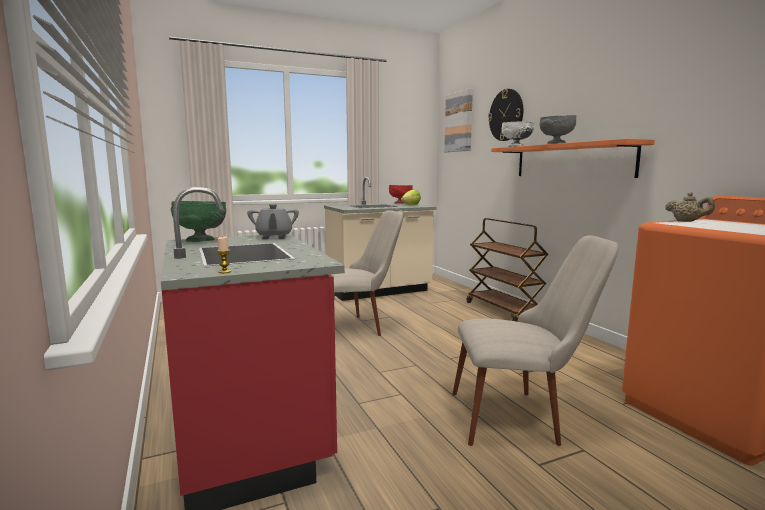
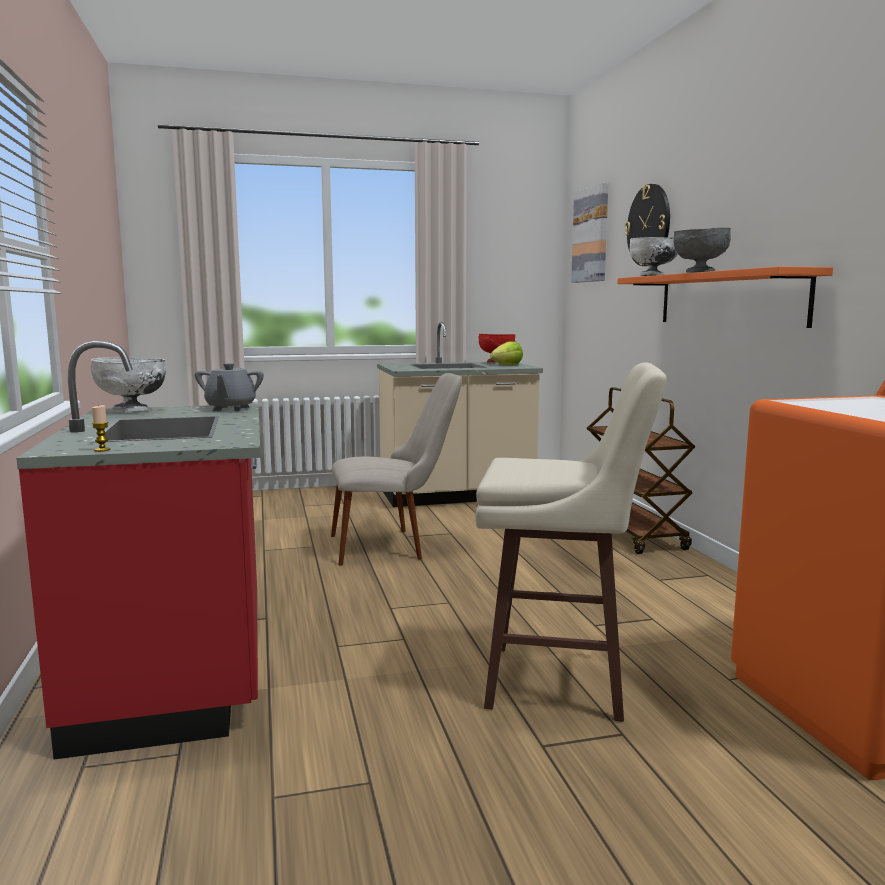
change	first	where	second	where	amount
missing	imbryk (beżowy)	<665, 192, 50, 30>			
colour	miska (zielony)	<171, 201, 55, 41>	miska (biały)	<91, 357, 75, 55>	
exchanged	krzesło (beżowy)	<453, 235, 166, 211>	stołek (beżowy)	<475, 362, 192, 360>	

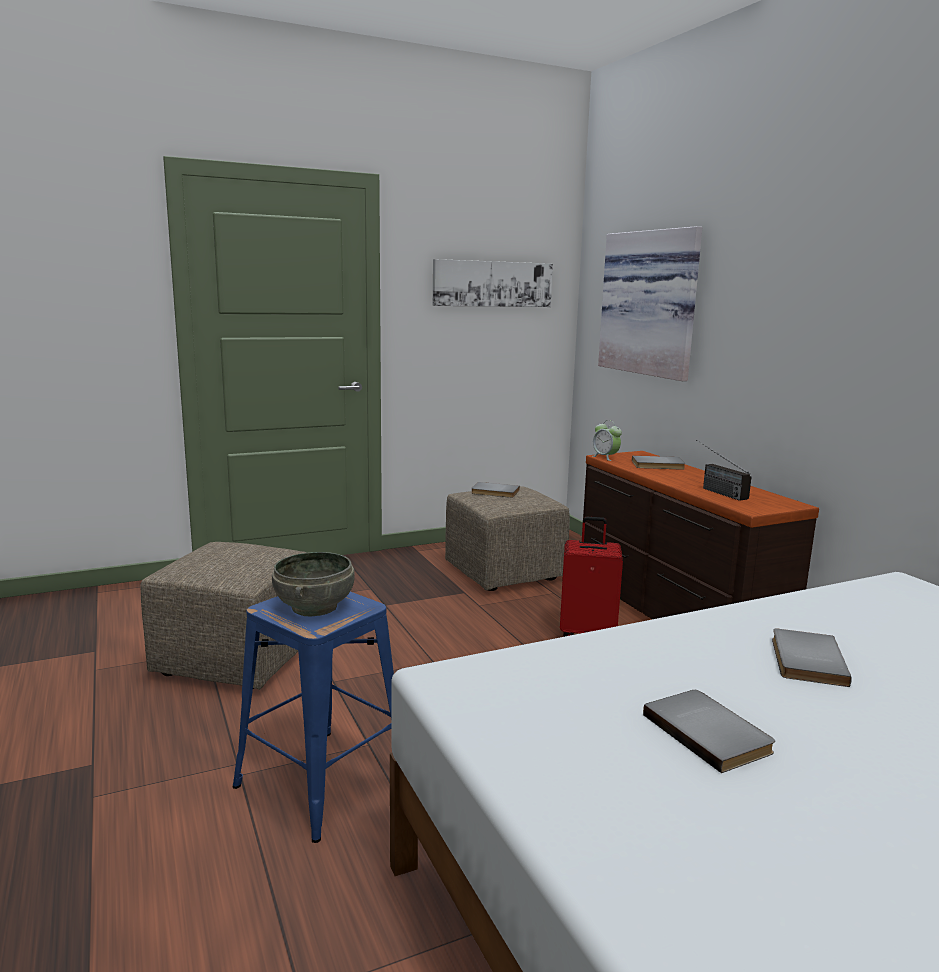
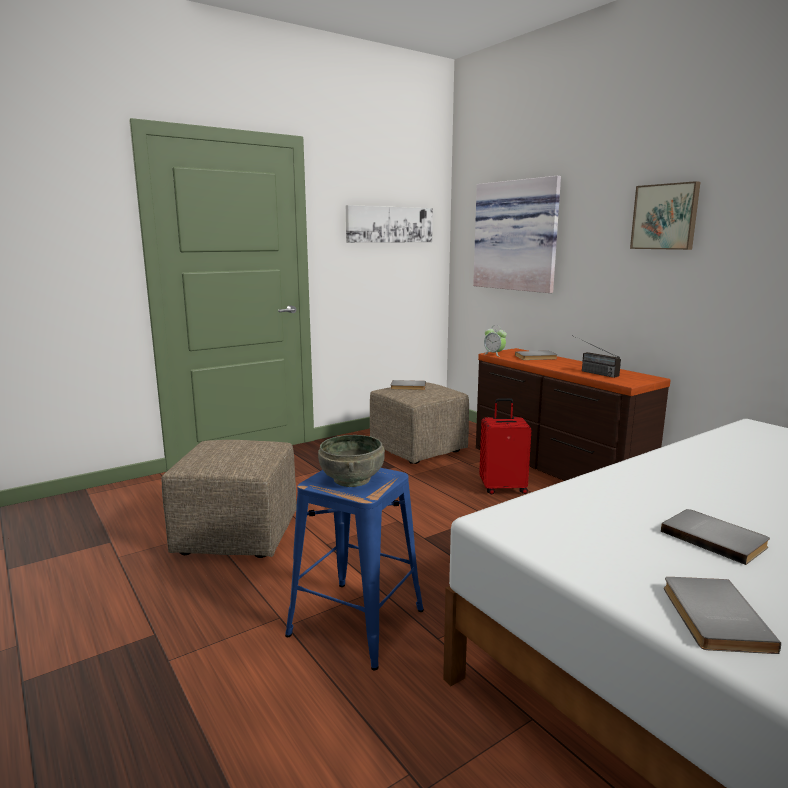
change	first	where	second	where	amount
relocated	książka (szary)	<772, 628, 80, 59>		<664, 577, 117, 77>	
appeared			obraz	<630, 181, 70, 69>	

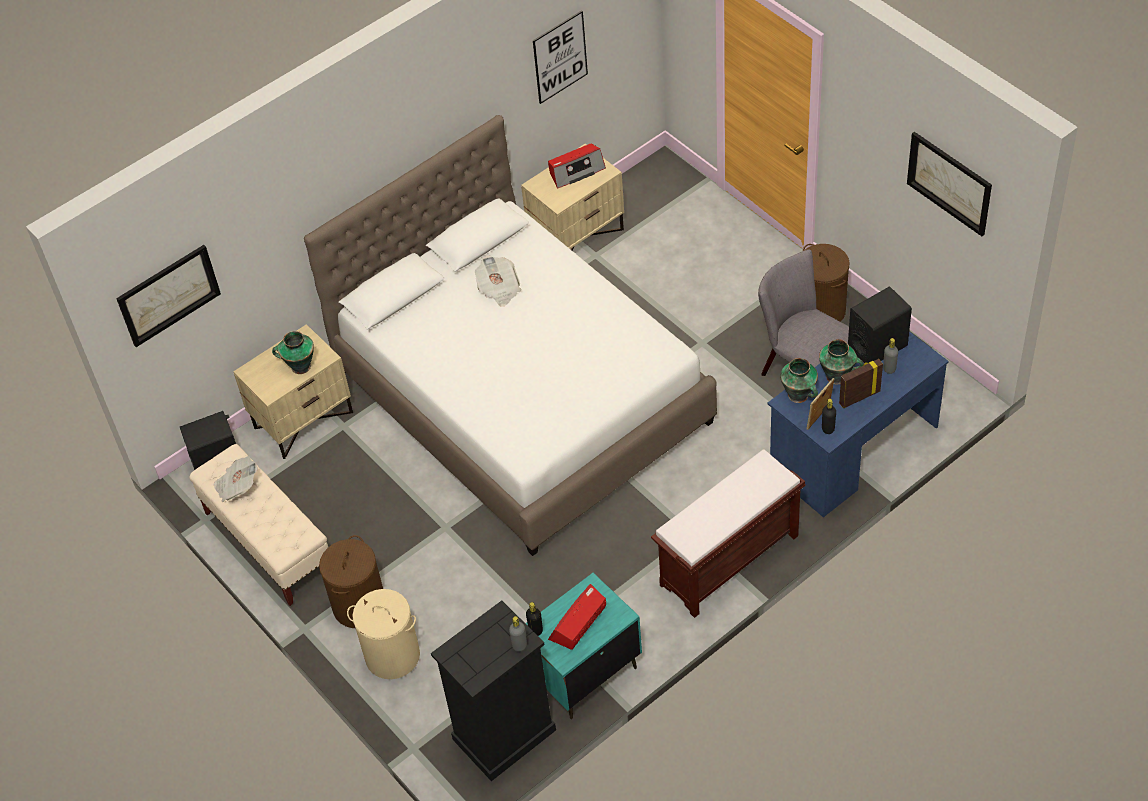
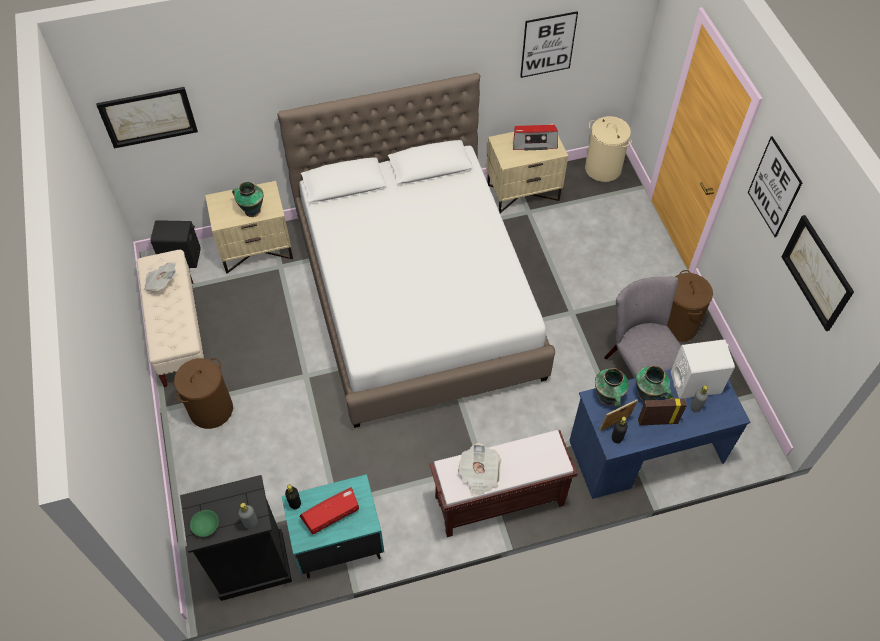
change	first	where	second	where	amount
relocated	gazeta	<475, 255, 46, 52>		<458, 443, 43, 54>	
colour	głośnik (czarny)	<848, 287, 64, 76>	głośnik (biały)	<671, 339, 64, 60>	
relocated	kosz na pranie (beżowy)	<347, 589, 73, 90>		<585, 116, 47, 66>	
appeared			obraz	<748, 136, 55, 101>	
appeared			miska (zielony)	<190, 510, 29, 27>	

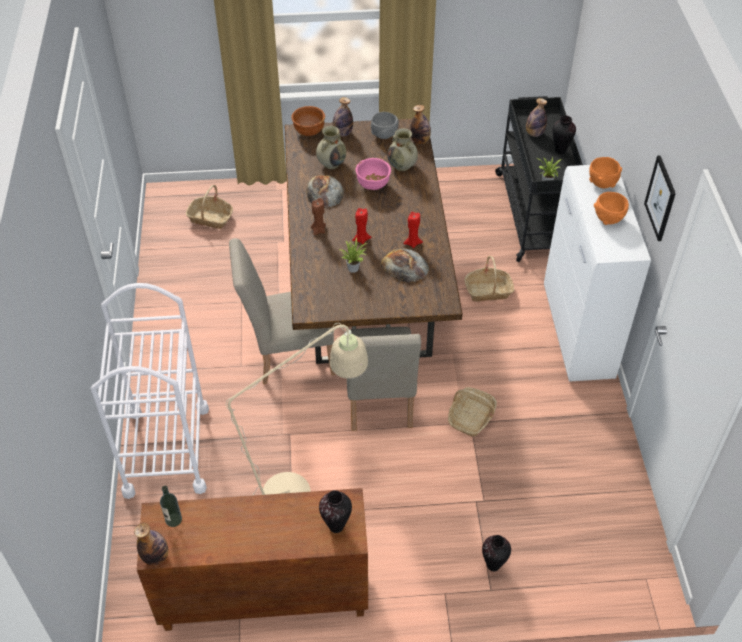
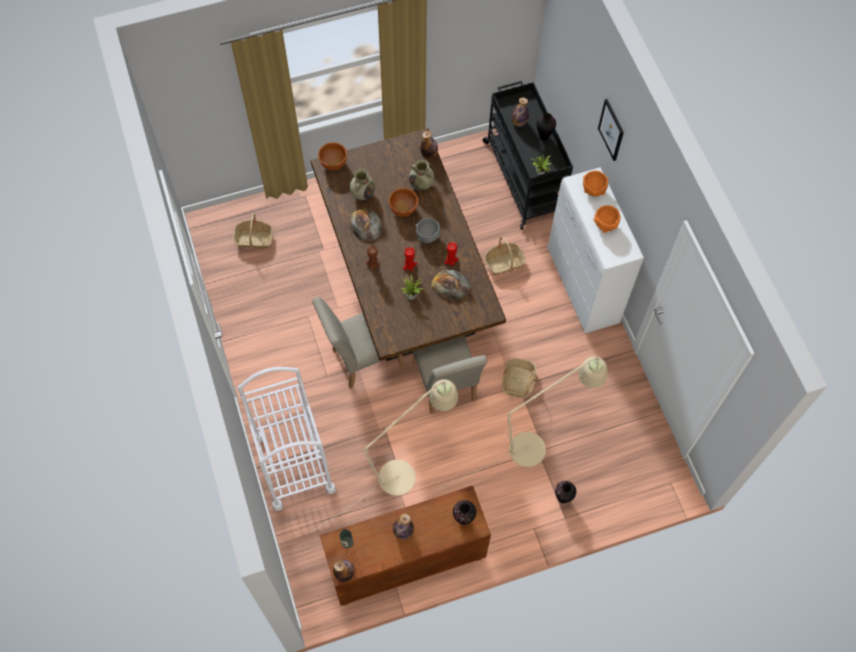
change	first	where	second	where	amount
relocated	butelka	<333, 97, 20, 39>		<393, 514, 21, 26>	
relocated	miska (szary)	<371, 112, 28, 27>		<416, 218, 24, 25>	
relocated	obraz	<644, 156, 32, 85>		<598, 99, 26, 62>	
colour	miska (różowy)	<355, 158, 36, 32>	miska (brązowy)	<388, 188, 30, 29>	
appeared			lampa stojąca (beżowy)	<437, 356, 171, 134>	

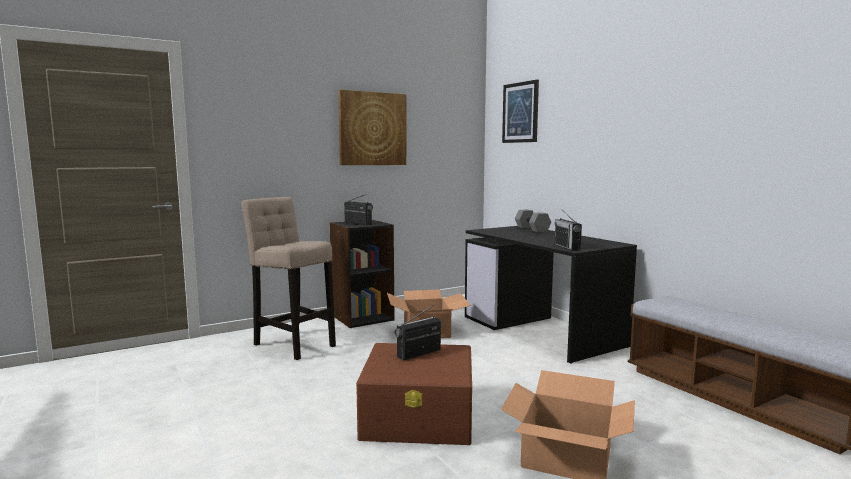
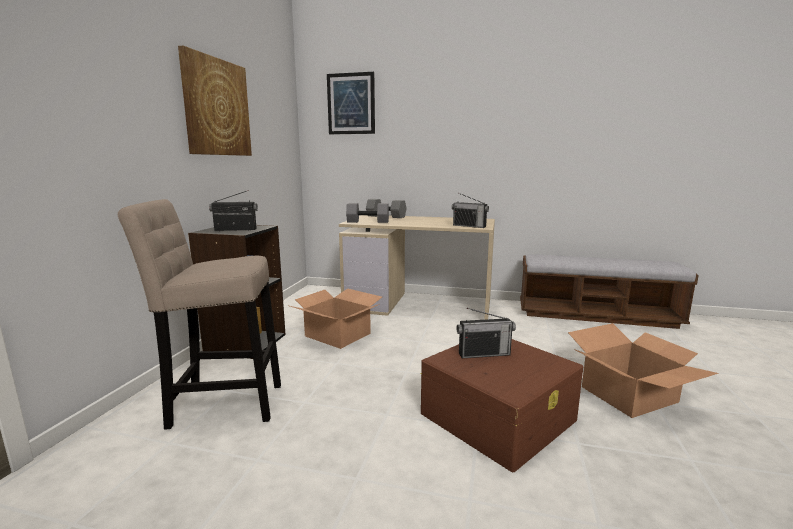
change	first	where	second	where	amount
colour	biurko (czarny)	<465, 226, 172, 137>	biurko (beżowy)	<339, 215, 156, 105>	
spun	radio	<394, 306, 48, 54>		<456, 308, 60, 50>	105 degrees counterclockwise
appeared			hantel (szary)	<346, 203, 43, 20>	

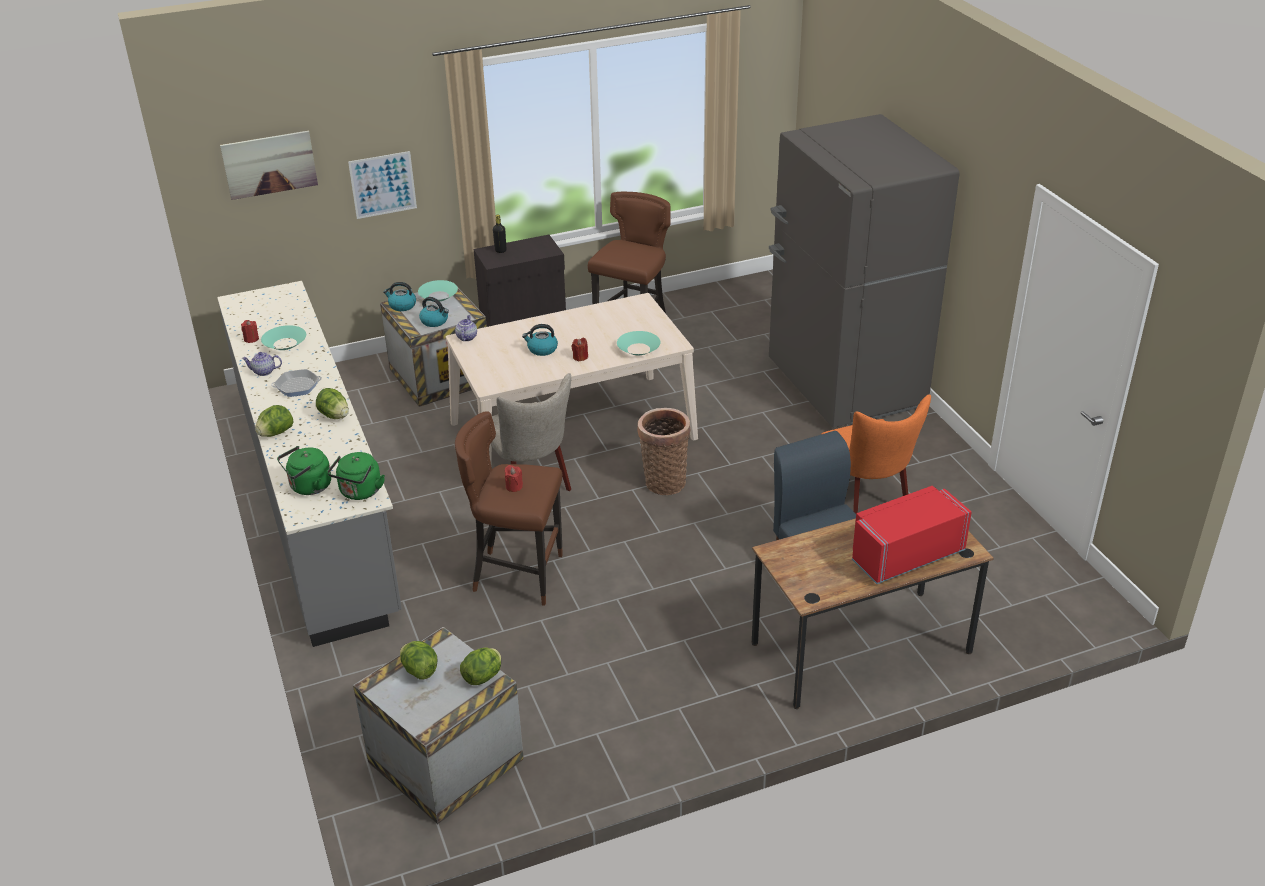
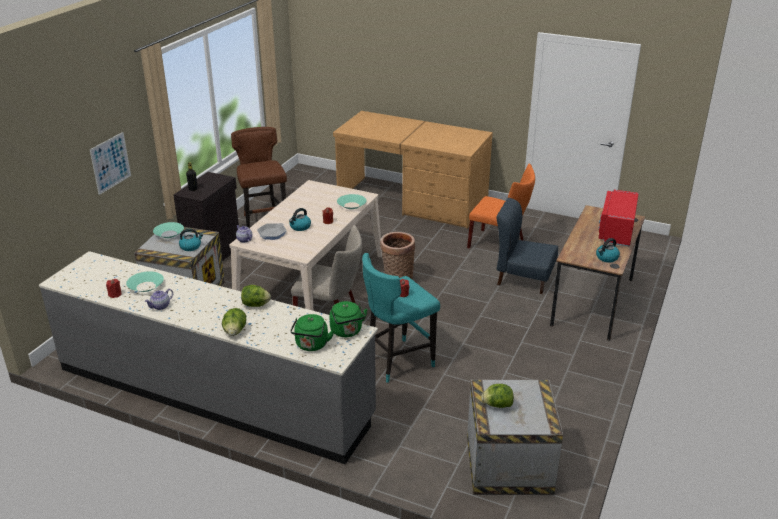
change	first	where	second	where	amount
exchanged	lodówka (szary)	<769, 114, 190, 314>	biurko (brązowy)	<333, 111, 160, 118>	
missing	obraz	<220, 131, 98, 69>			
relocated	czajnik	<383, 282, 33, 29>		<596, 238, 24, 24>	
relocated	patelnia	<271, 369, 51, 28>		<257, 223, 30, 17>	
colour	stołek (brązowy)	<455, 411, 108, 195>	stołek (turkusowy)	<362, 253, 78, 130>	
missing	sałata	<460, 648, 41, 37>			

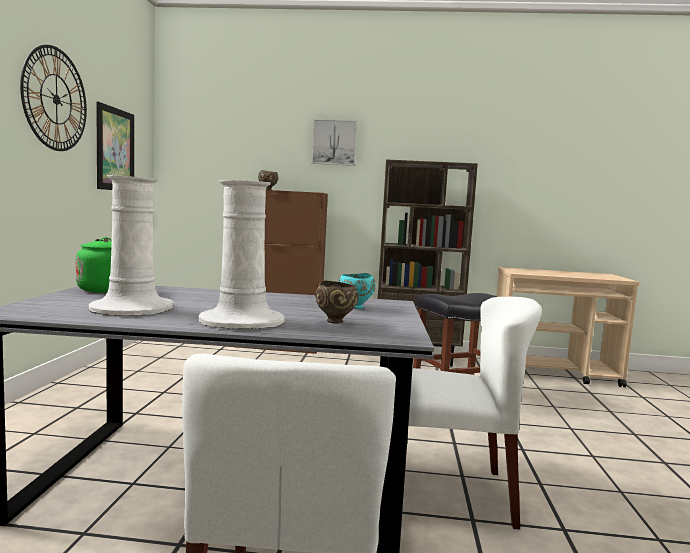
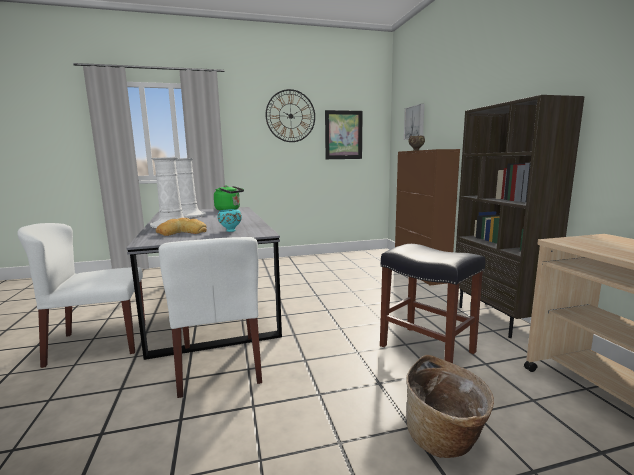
change	first	where	second	where	amount
relocated	obraz	<312, 119, 46, 47>		<404, 104, 20, 36>	
exchanged	miska (brązowy)	<315, 281, 44, 43>	chleb	<156, 218, 51, 18>	
appeared			koszyk	<406, 355, 88, 103>	

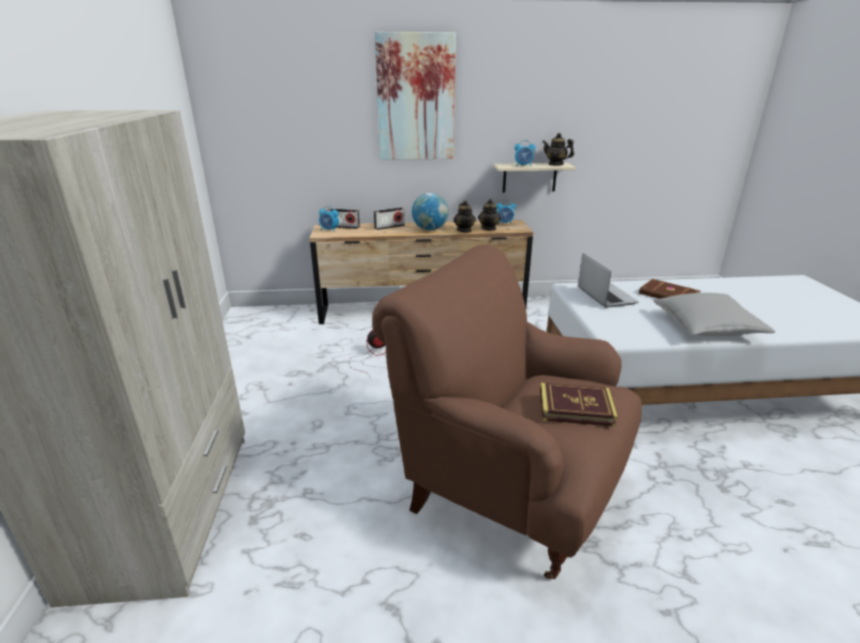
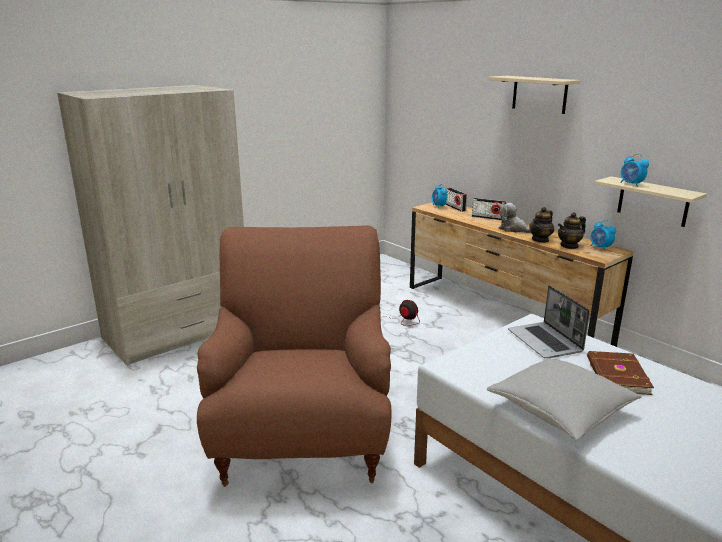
change	first	where	second	where	amount
exchanged	obraz	<375, 32, 81, 128>	półka (beżowy)	<489, 76, 91, 38>	
missing	imbryk	<543, 133, 31, 33>			
exchanged	globus	<412, 193, 37, 37>	pluszak	<498, 203, 33, 30>	
spun	laptop	<578, 254, 60, 54>		<508, 285, 82, 73>	120 degrees clockwise
missing	książka	<540, 383, 78, 44>			

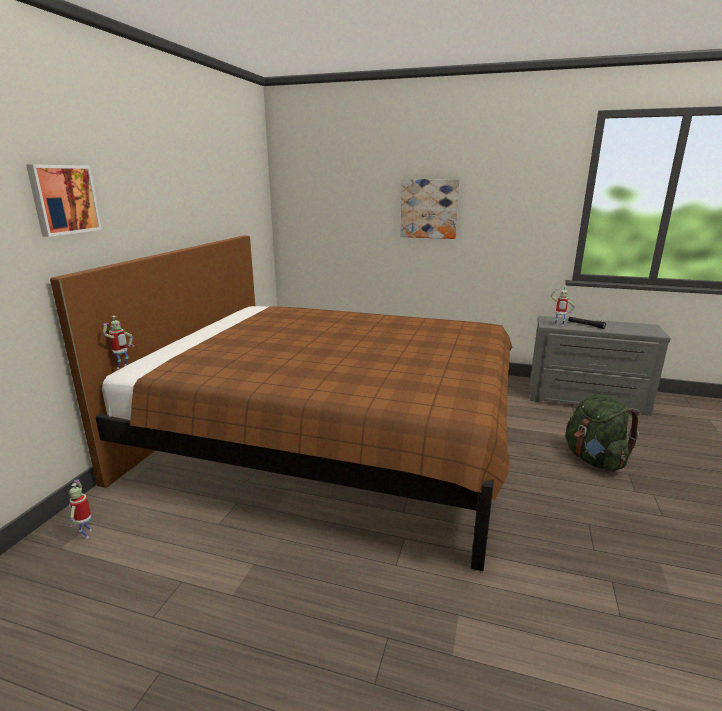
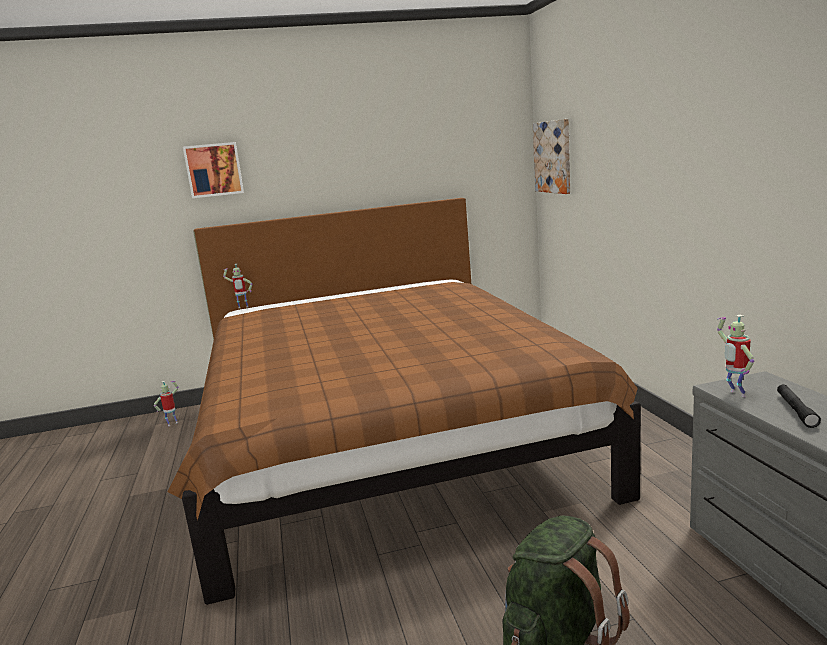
change	first	where	second	where	amount
relocated	obraz	<400, 179, 60, 60>		<533, 119, 37, 75>	

